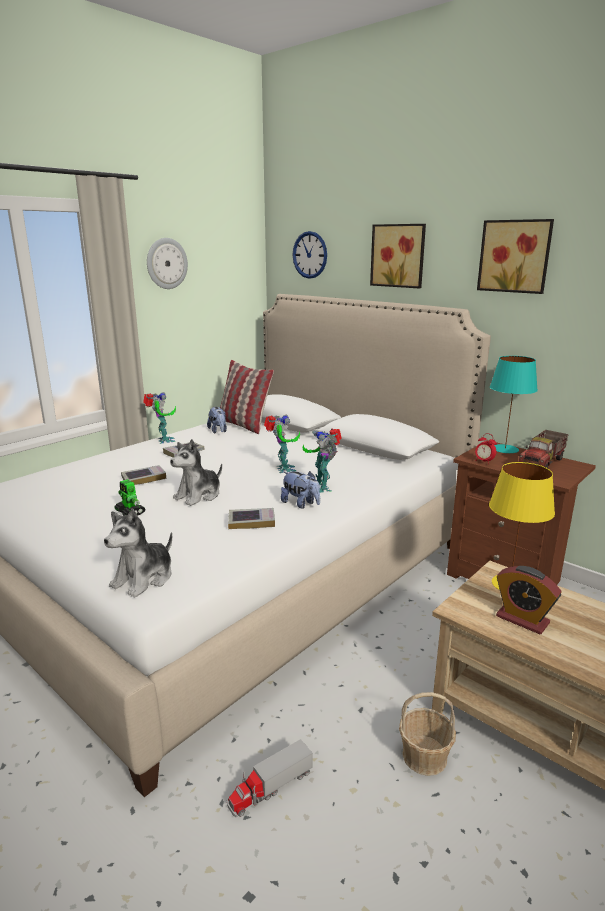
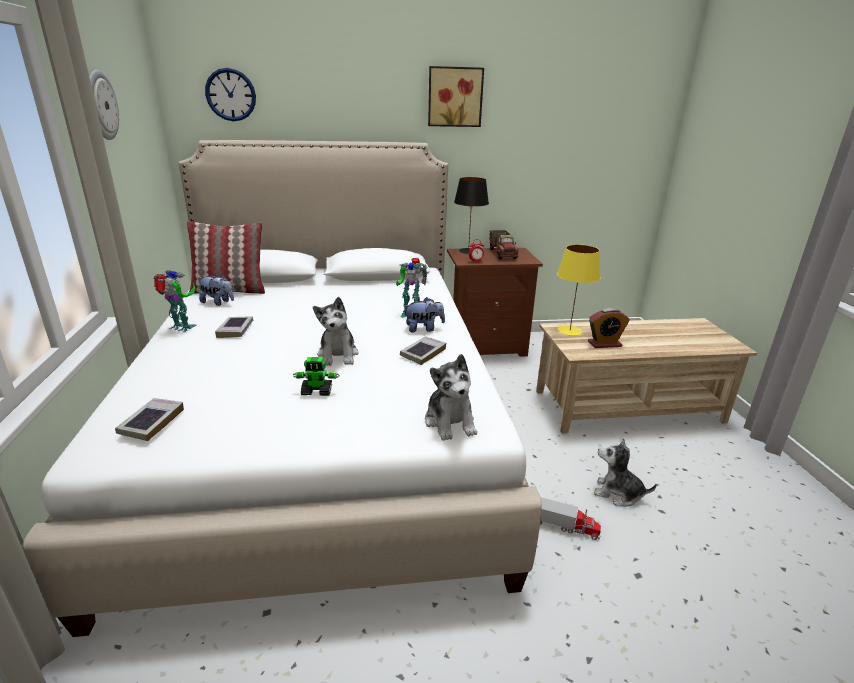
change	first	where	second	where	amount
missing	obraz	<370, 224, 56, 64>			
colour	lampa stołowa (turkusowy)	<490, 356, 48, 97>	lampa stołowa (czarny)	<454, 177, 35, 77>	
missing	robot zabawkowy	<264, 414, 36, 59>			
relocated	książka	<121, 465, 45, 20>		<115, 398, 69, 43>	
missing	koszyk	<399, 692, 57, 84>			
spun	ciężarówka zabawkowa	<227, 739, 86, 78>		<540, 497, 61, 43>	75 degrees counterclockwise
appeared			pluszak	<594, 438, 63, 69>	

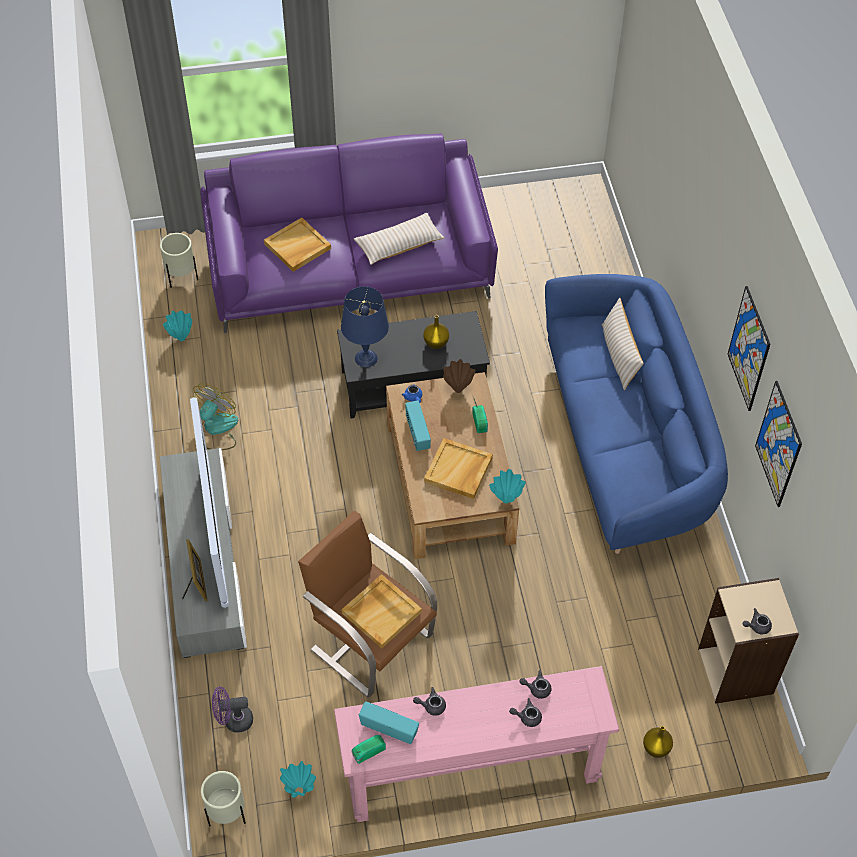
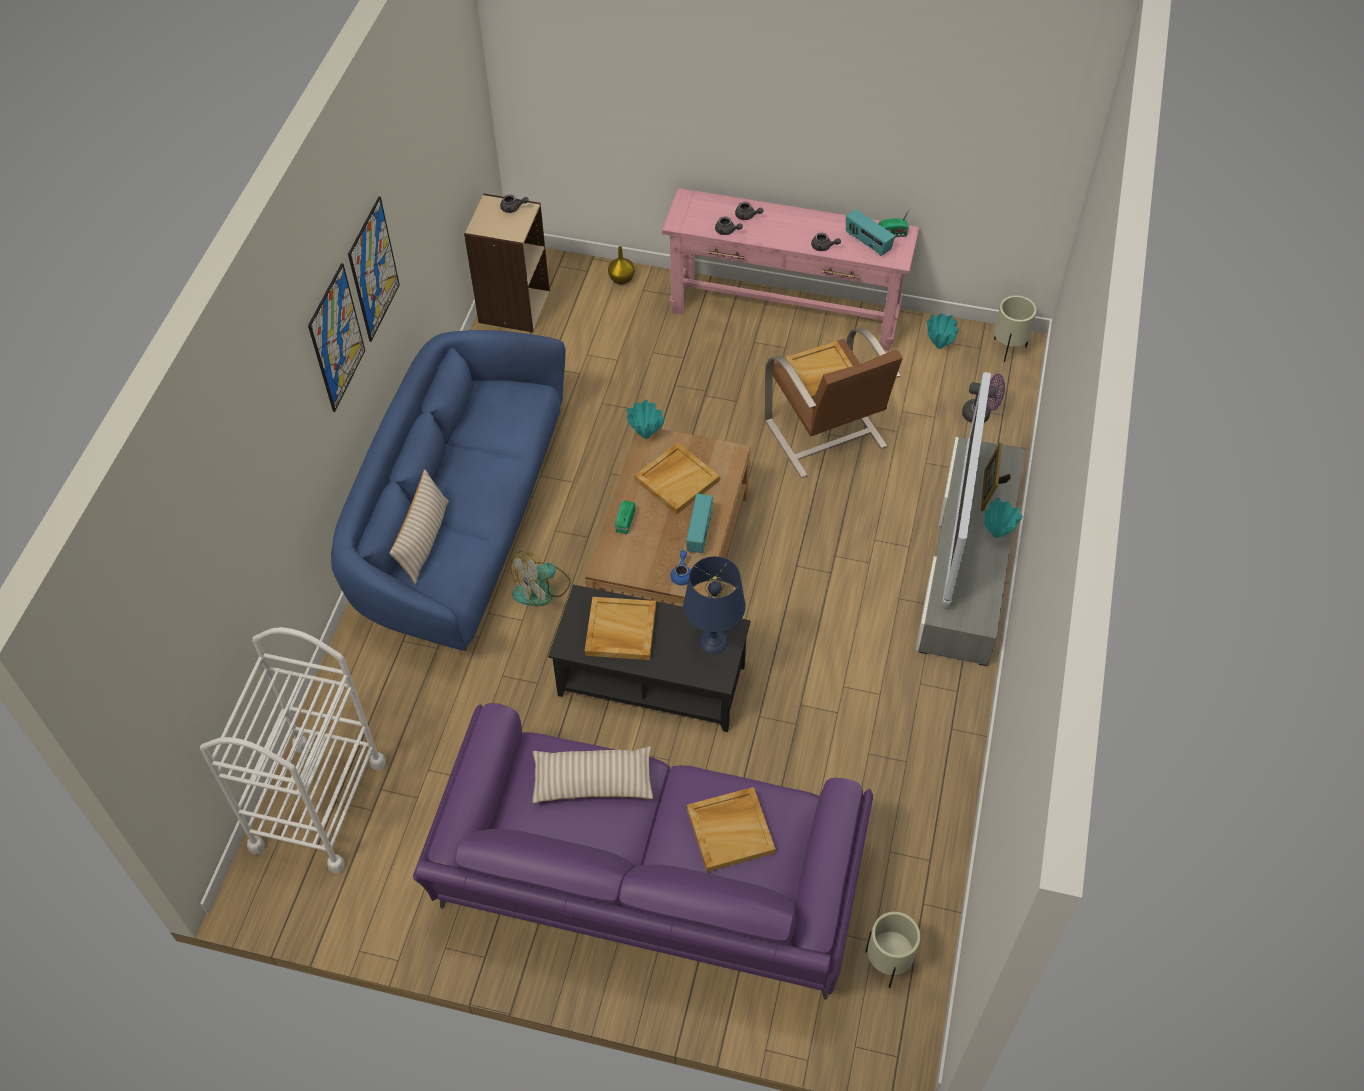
change	first	where	second	where	amount
relocated	wazon (turkusowy)	<163, 311, 29, 30>		<984, 497, 39, 41>	
exchanged	wazon (żółty)	<423, 315, 26, 34>	taca (beżowy)	<585, 597, 71, 63>	
missing	wazon (brązowy)	<443, 359, 33, 34>			
relocated	obraz	<755, 381, 47, 126>		<308, 263, 57, 149>	
relocated	wentylator	<193, 383, 45, 67>		<511, 551, 60, 55>	
appeared			wózek (biały)	<200, 627, 186, 246>	

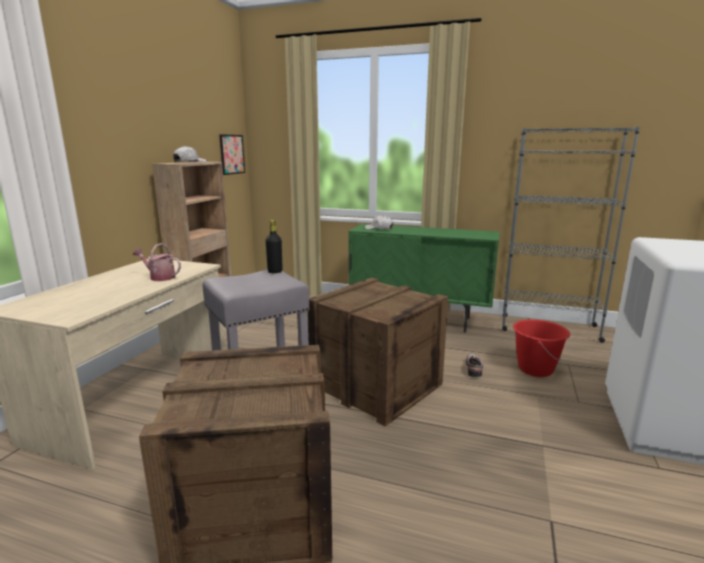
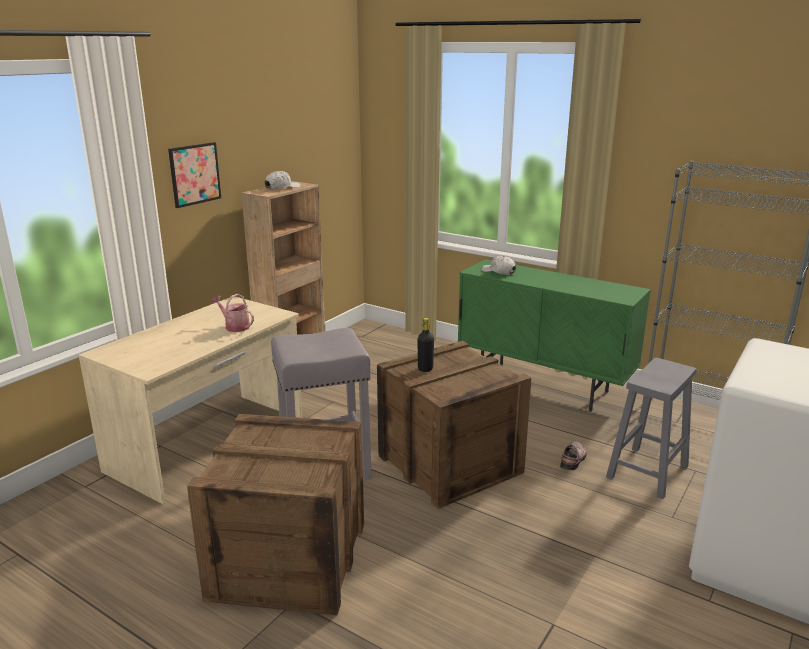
change	first	where	second	where	amount
relocated	obraz	<219, 134, 26, 41>		<168, 142, 53, 66>	
relocated	butelka (czarny)	<266, 220, 17, 53>		<418, 318, 16, 54>	
exchanged	wiadro (czerwony)	<513, 319, 57, 58>	stołek (szary)	<606, 358, 90, 141>	

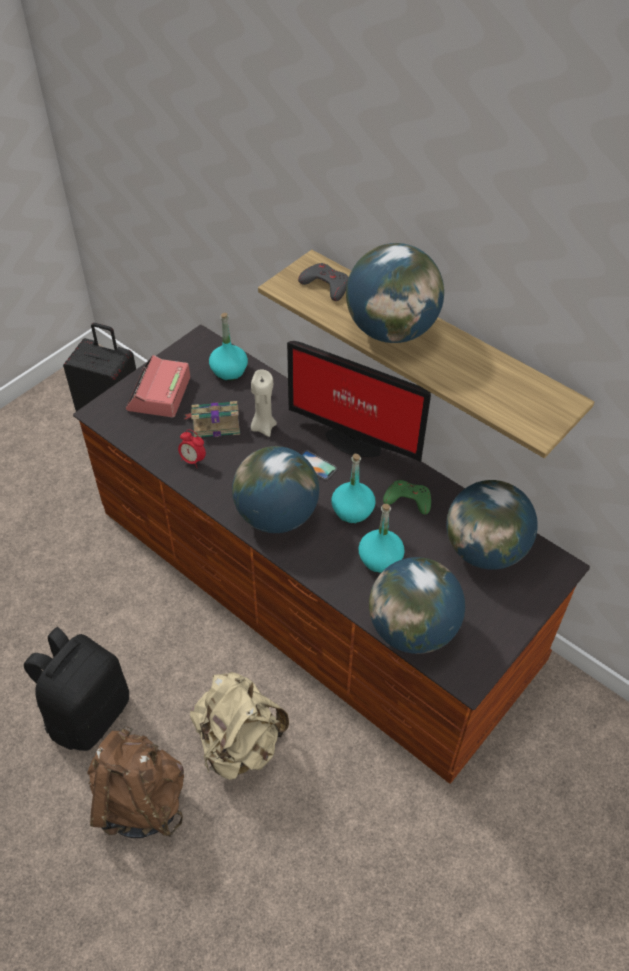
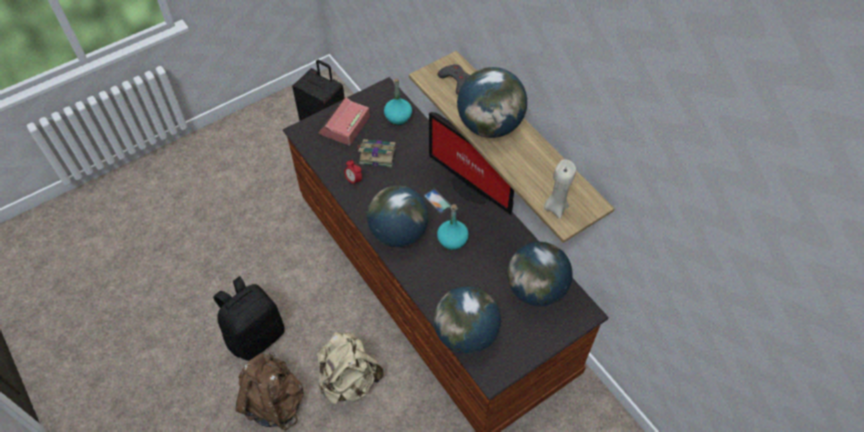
change	first	where	second	where	amount
relocated	świeca (beżowy)	<251, 369, 26, 68>		<544, 159, 32, 60>	
missing	pad do gier (zielony)	<383, 480, 48, 35>			
missing	butelka (turkusowy)	<358, 504, 47, 69>			

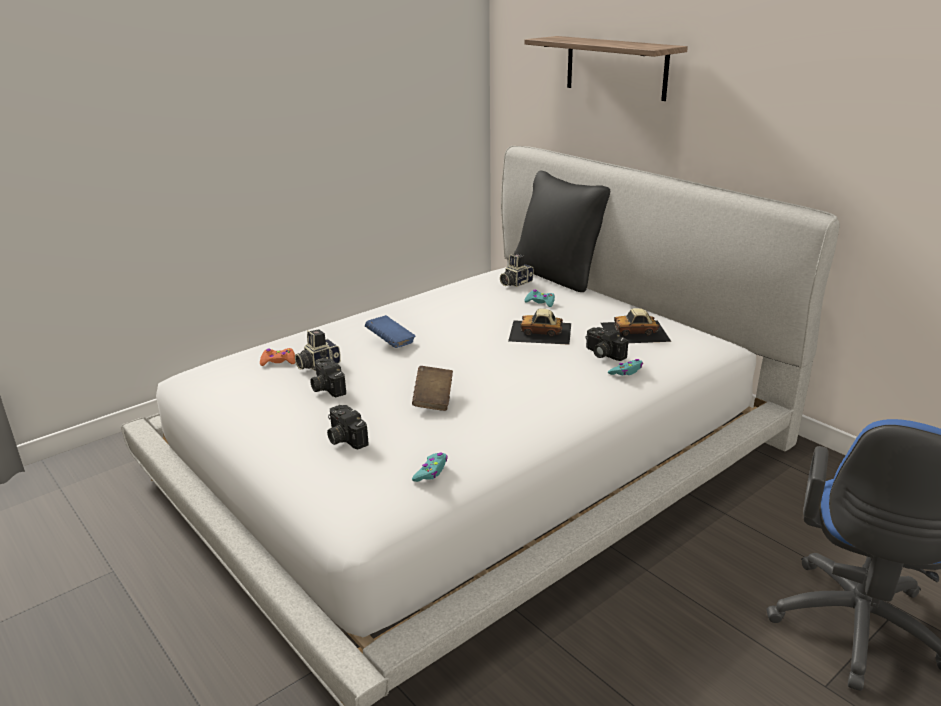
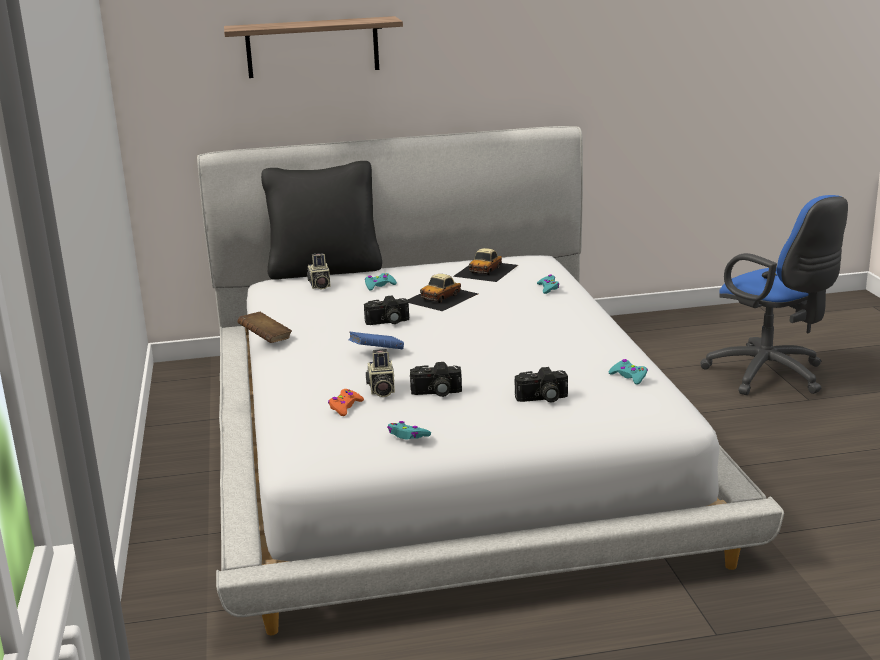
change	first	where	second	where	amount
relocated	aparat fotograficzny	<585, 327, 43, 34>		<364, 295, 45, 30>	
relocated	książka (brązowy)	<412, 366, 41, 45>		<237, 312, 55, 31>	
appeared			pad do gier (turkusowy)	<387, 421, 44, 19>	

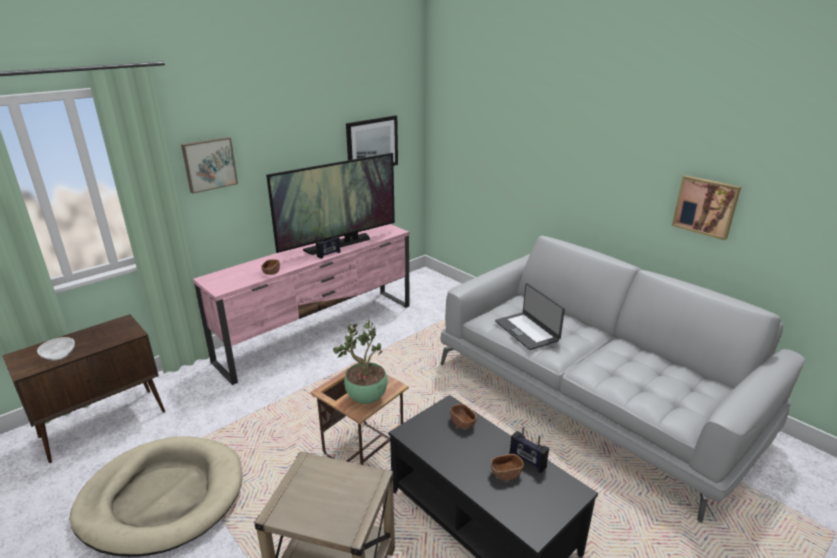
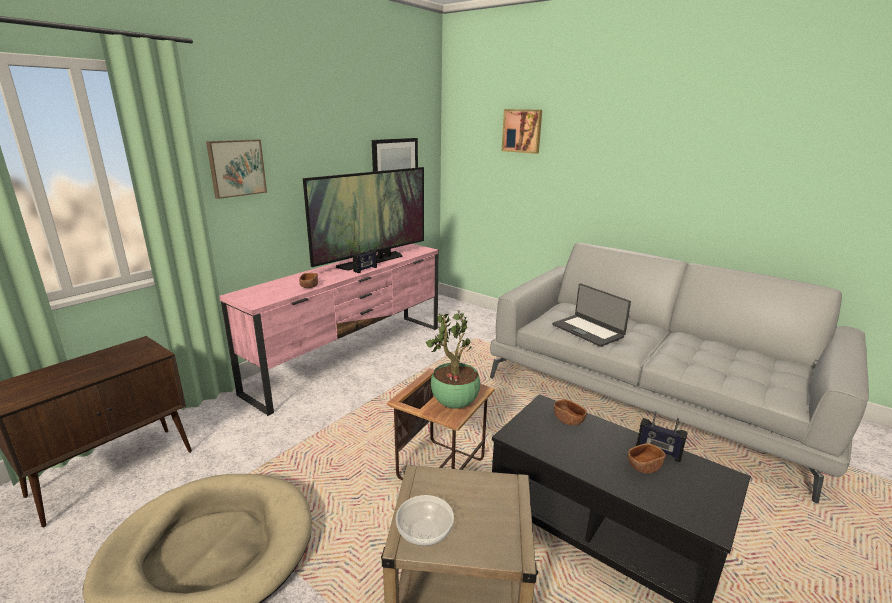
change	first	where	second	where	amount
relocated	obraz	<672, 175, 69, 65>		<502, 109, 40, 45>	
relocated	miska	<37, 337, 38, 24>		<396, 495, 58, 51>	

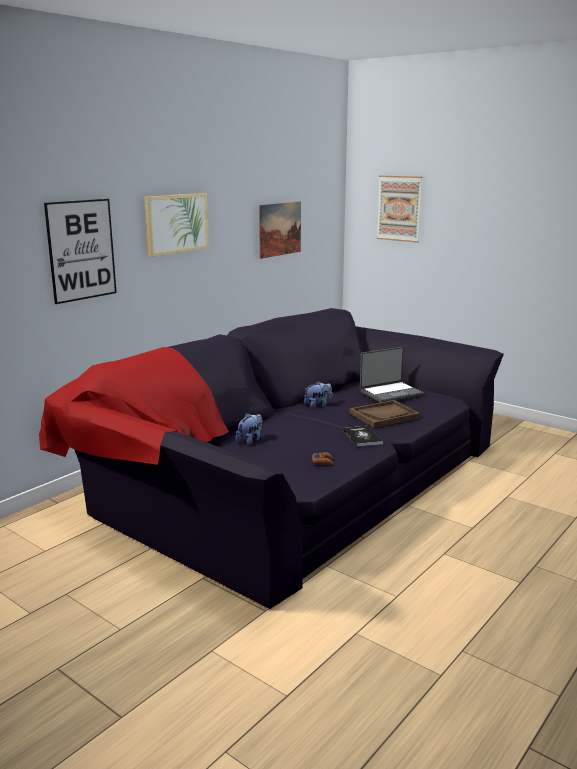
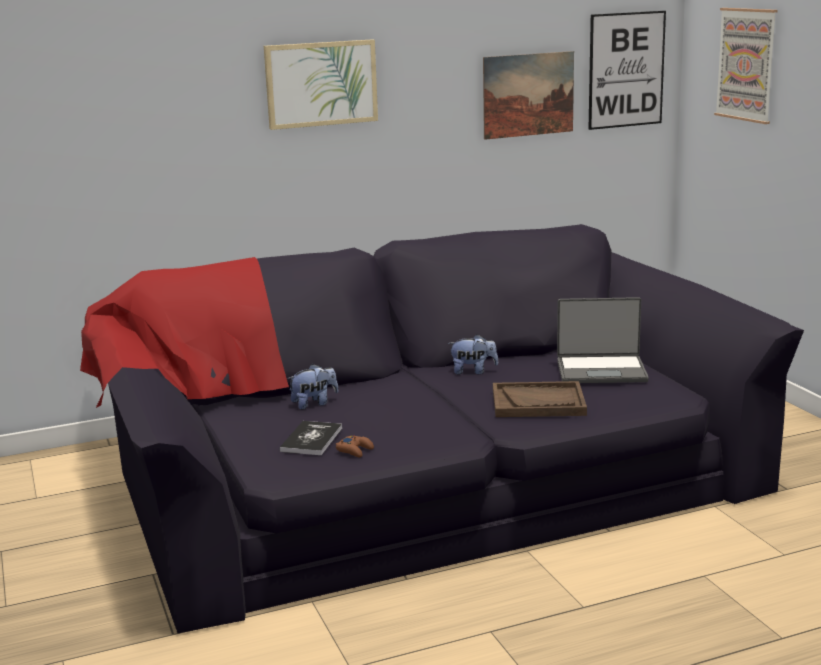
change	first	where	second	where	amount
relocated	obraz	<44, 199, 73, 105>		<588, 11, 78, 119>	
relocated	książka	<343, 426, 40, 21>		<280, 421, 62, 34>	

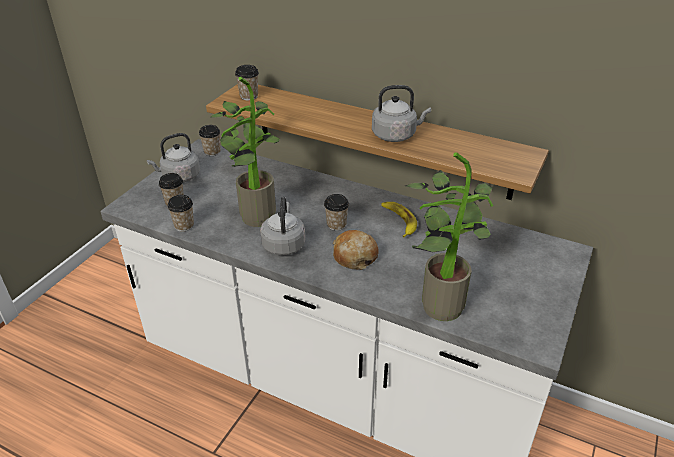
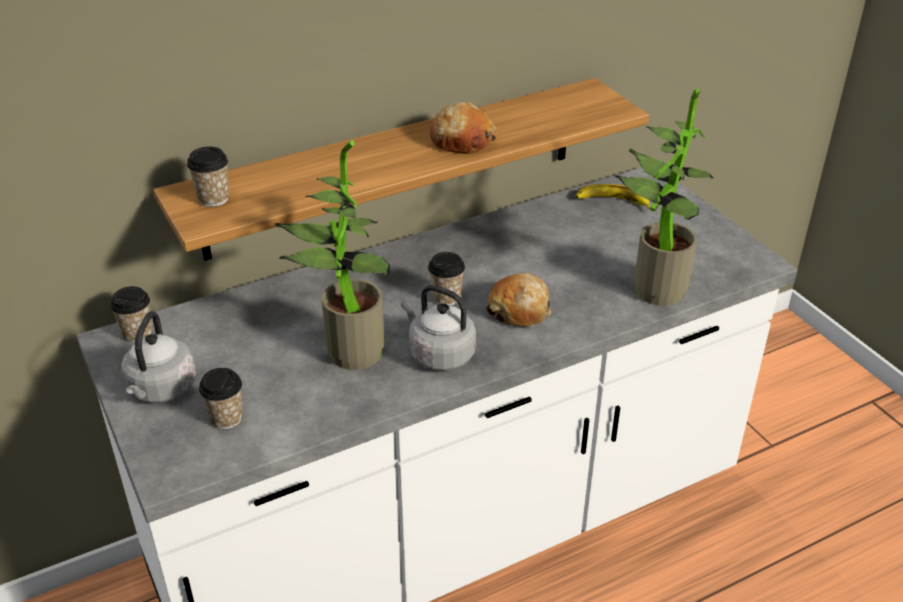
change	first	where	second	where	amount
exchanged	czajnik (szary)	<372, 85, 59, 57>	chleb	<430, 102, 66, 52>	
missing	filiżanka	<167, 195, 27, 37>			
relocated	banan	<381, 202, 36, 35>		<576, 184, 75, 25>	

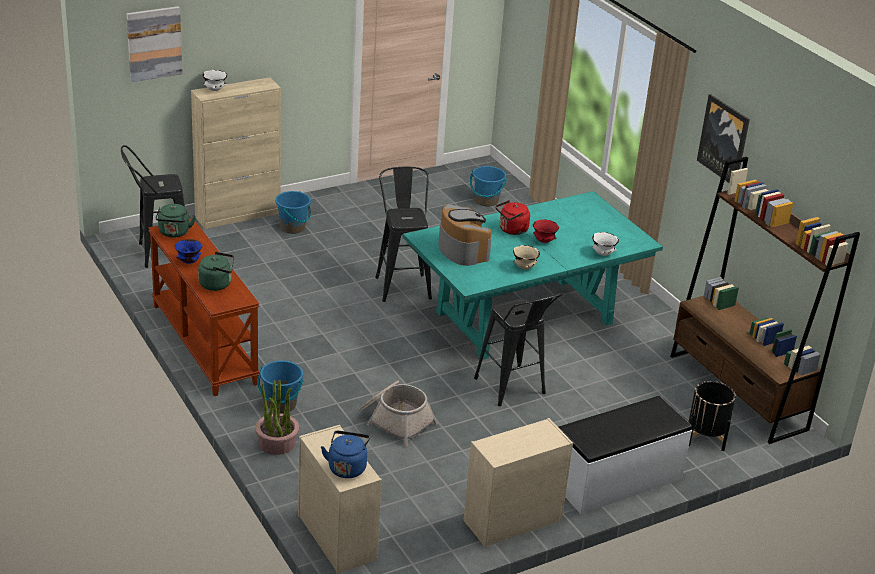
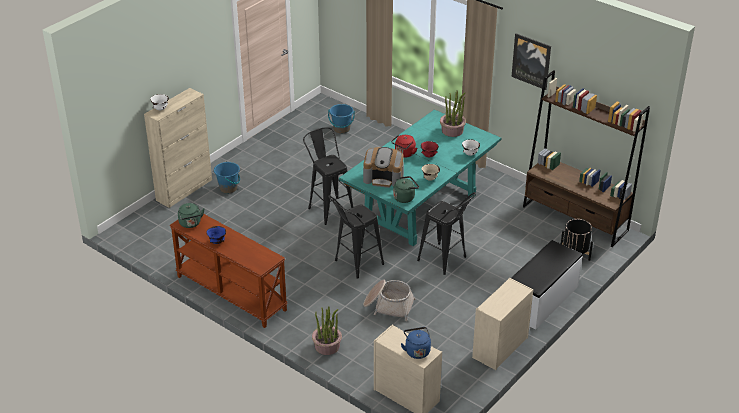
change	first	where	second	where	amount
missing	obraz	<126, 6, 57, 76>			
relocated	stołek (czarny)	<121, 145, 64, 123>		<328, 195, 56, 84>	
spun	ekspres do kawy	<438, 204, 54, 62>		<363, 147, 41, 41>	150 degrees clockwise
relocated	czajnik (zielony)	<198, 252, 36, 39>		<393, 176, 26, 27>	
missing	wiadro (niebieski)	<258, 361, 46, 52>			
appeared			roślina doniczkowa	<440, 90, 26, 47>	

